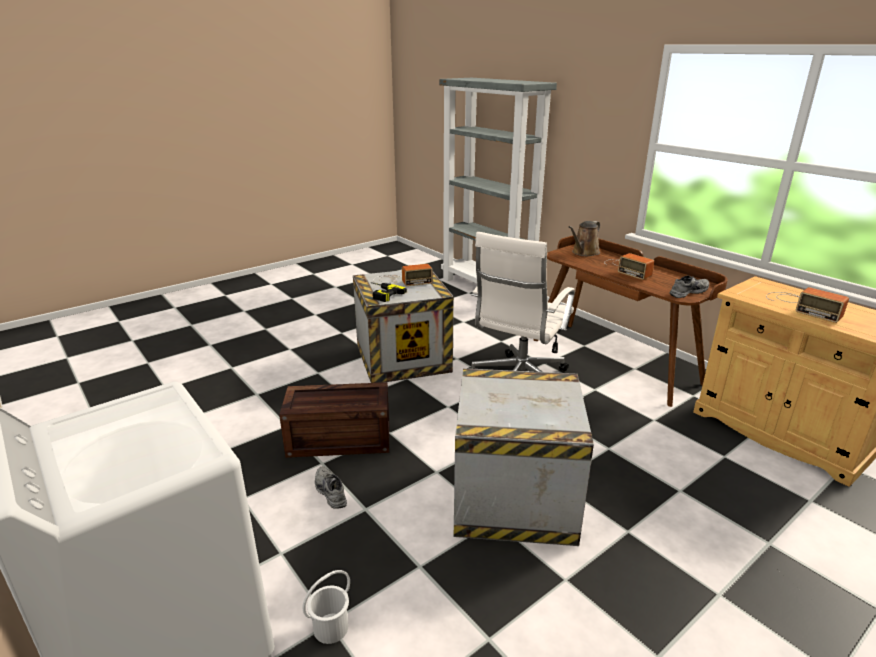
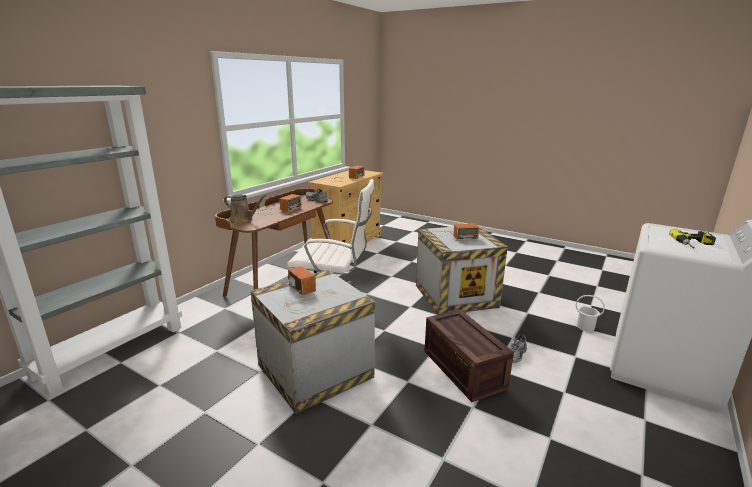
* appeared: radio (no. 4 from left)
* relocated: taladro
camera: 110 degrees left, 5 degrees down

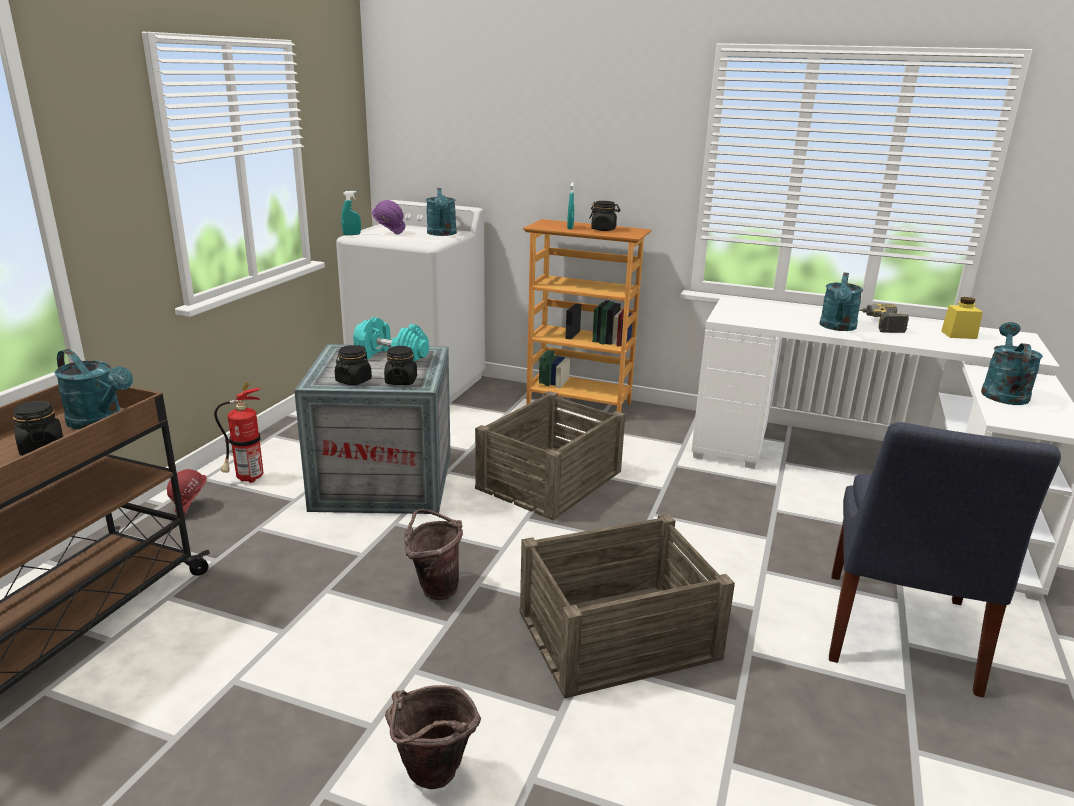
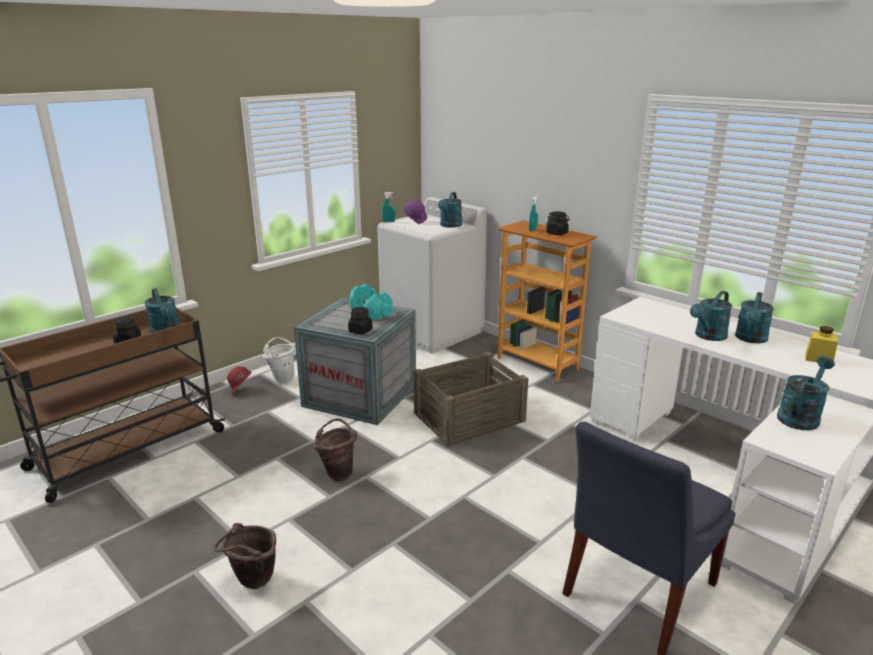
* missing: tarro [negro] (no. 2 from left)
* missing: caja de embalaje (no. 3 from left)
* exchanged: extintor to cubo [blanco]
* exchanged: taladro to regadera [turquesa] (no. 4 from left)
camera: 25 degrees right, 0 degrees up

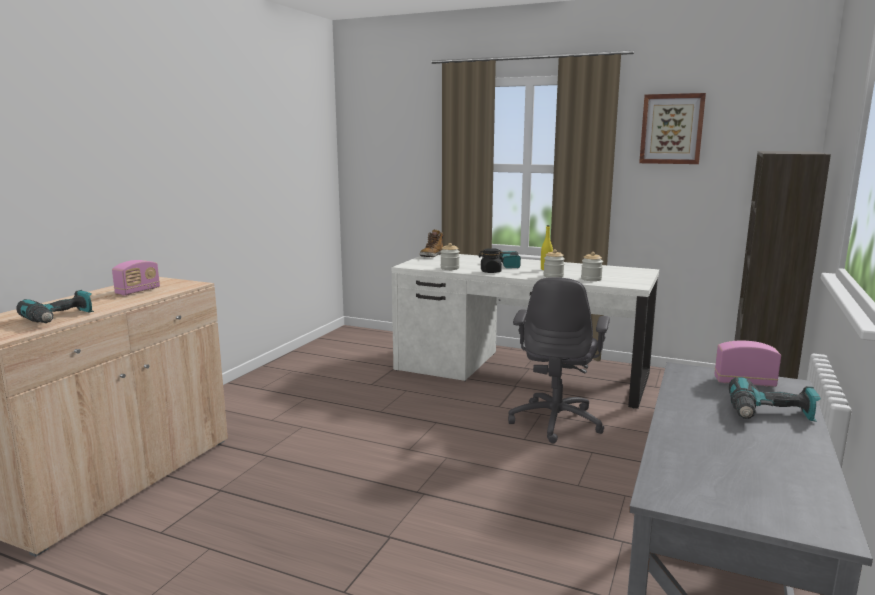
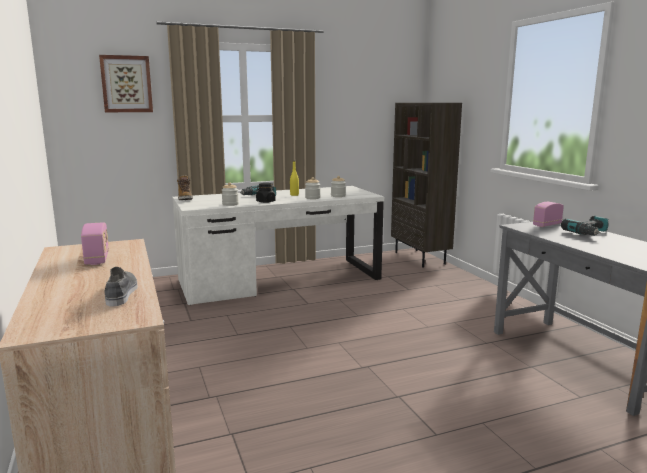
* missing: silla de oficina [gris]
* relocated: cuadro
* exchanged: taladro (no. 1 from left) to zapato [gris]
camera: 45 degrees left, 0 degrees up

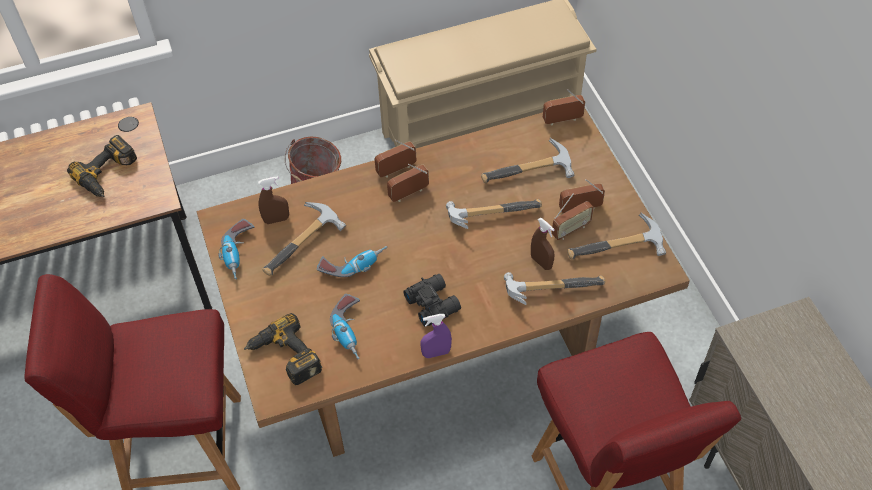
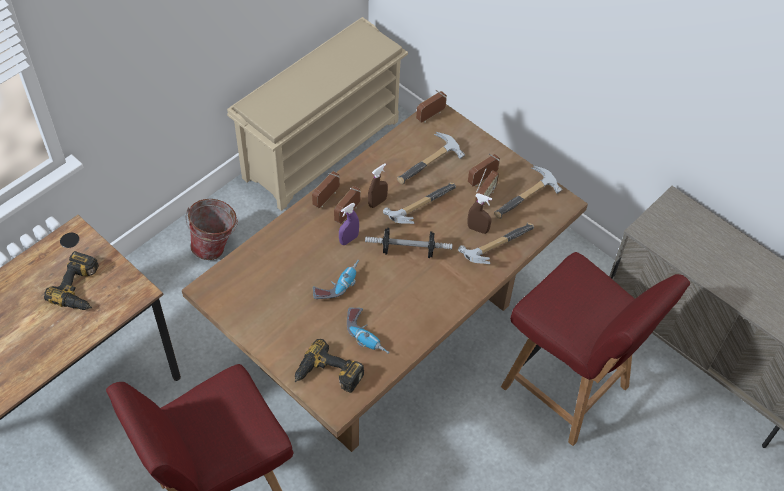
* missing: taladro (no. 2 from left)
* missing: martillo (no. 1 from left)
* missing: prismáticos [negro]
* appeared: mancuerna
* relocated: pulverizador [marrón] (no. 1 from left)
* relocated: pulverizador [morado]
camera: 30 degrees left, 0 degrees up

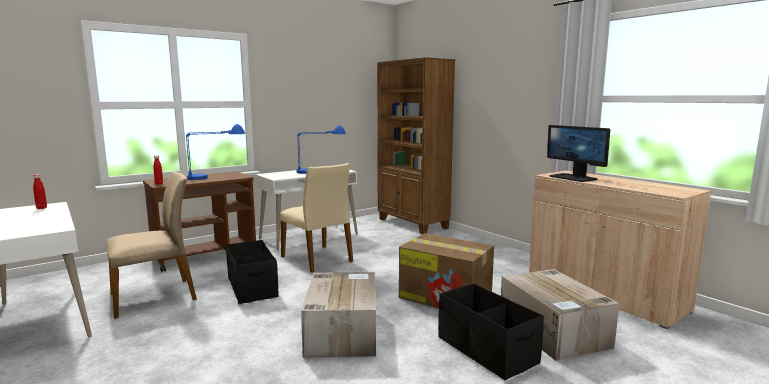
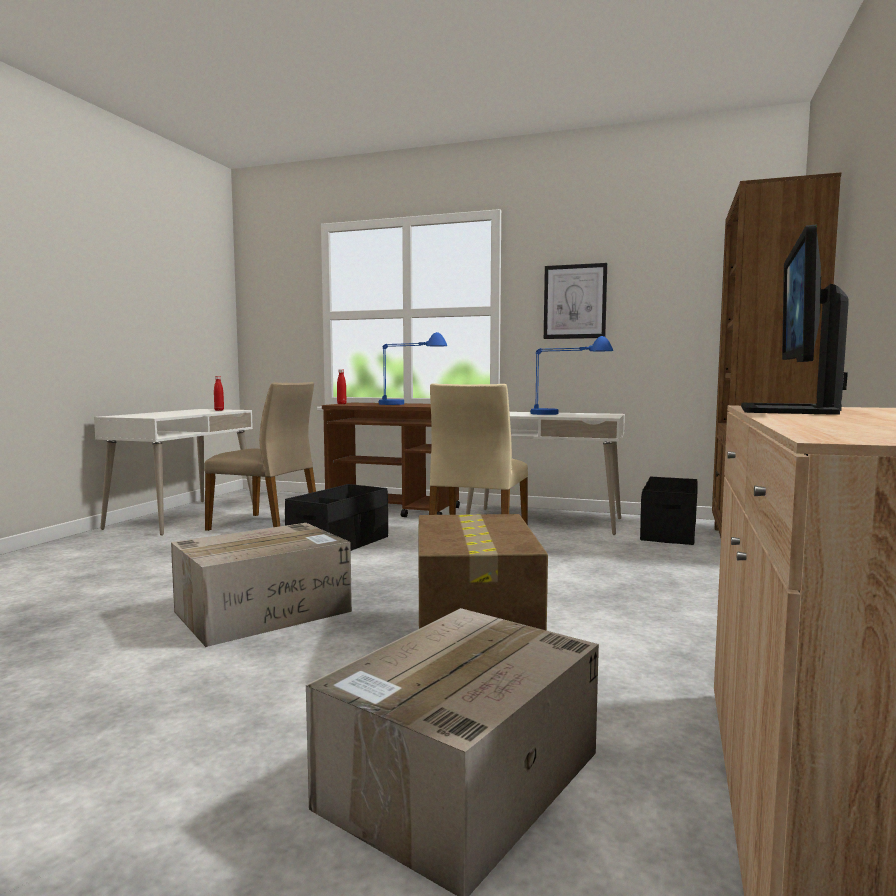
* appeared: cuadro
* relocated: caja de almacenaje [negro] (no. 2 from left)
camera: 55 degrees right, 5 degrees down

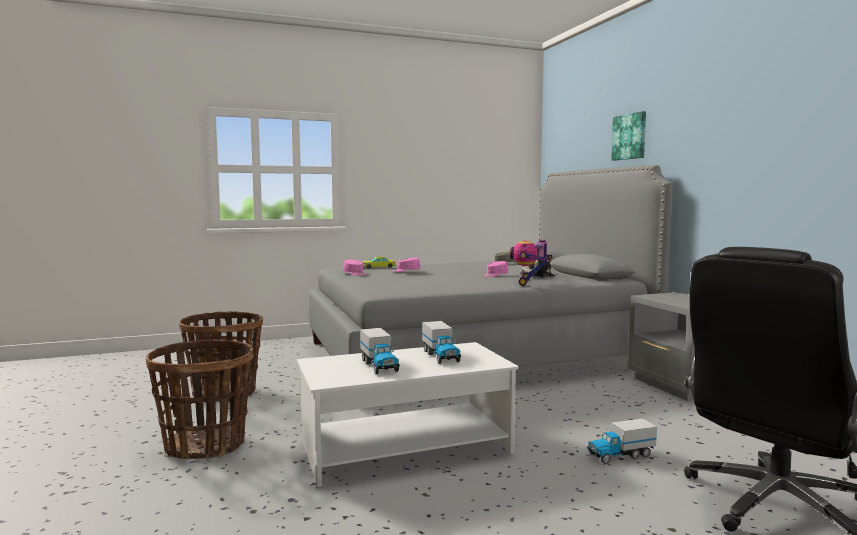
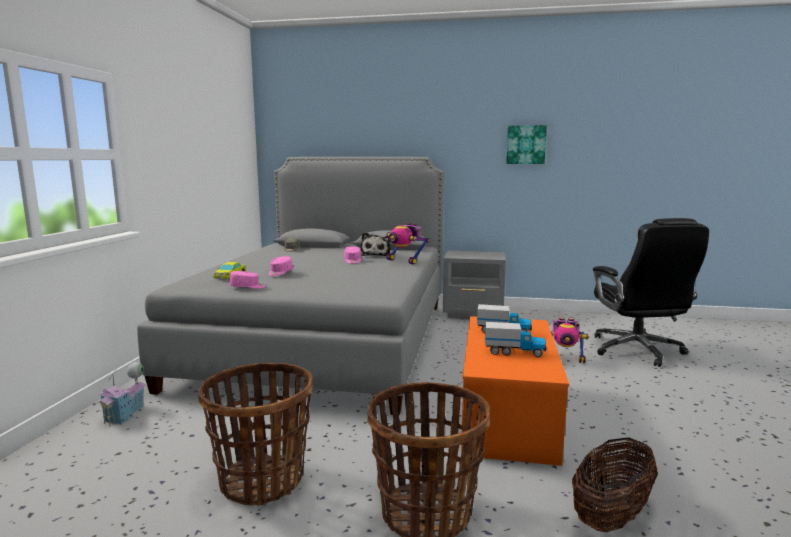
* appeared: casita
* appeared: cesta (no. 3 from left)
* relocated: cuadro
* exchanged: camión de juguete (no. 3 from left) to robot de juguete (no. 2 from left)
* colour: mesa de centro [blanco] to mesa de centro [naranja]
camera: 60 degrees left, 5 degrees up

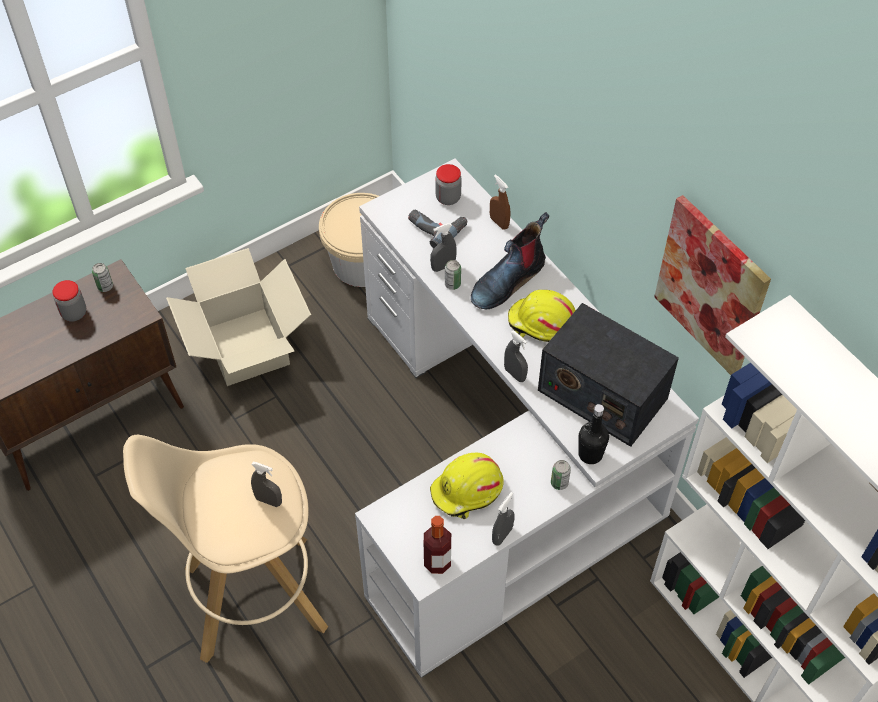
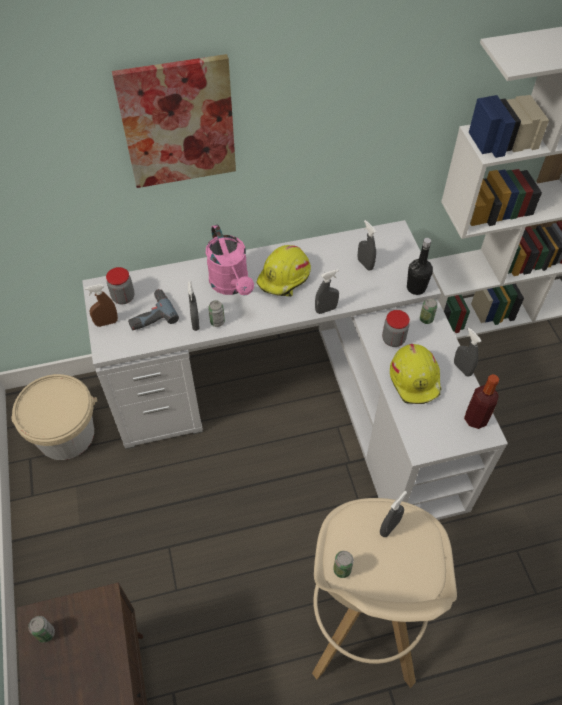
* missing: caja de cartón
* appeared: lata (no. 3 from left)
* relocated: tarro (no. 1 from left in the first image) to tarro (no. 2 from left)
* relocated: pulverizador [marrón]
* relocated: cuadro
* exchanged: bota to regadera [rosa]
* exchanged: radio to pulverizador [gris] (no. 3 from left)
camera: 70 degrees left, 0 degrees up

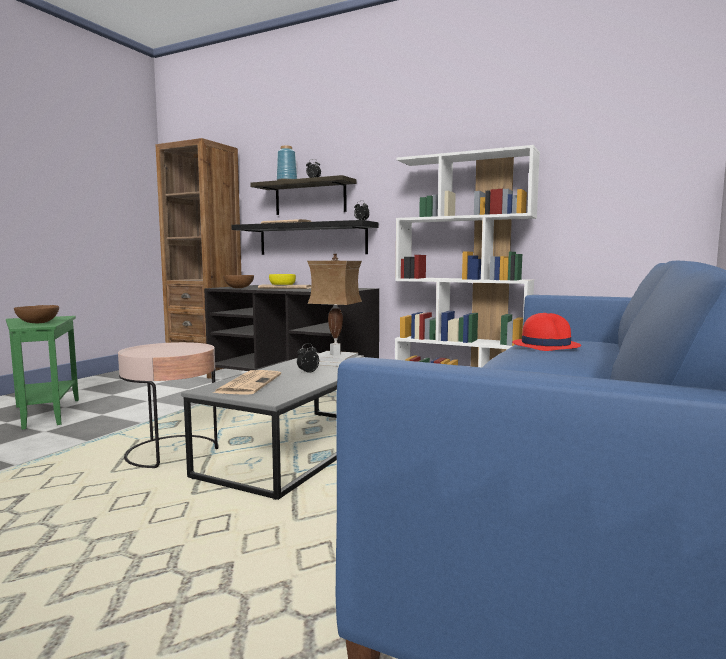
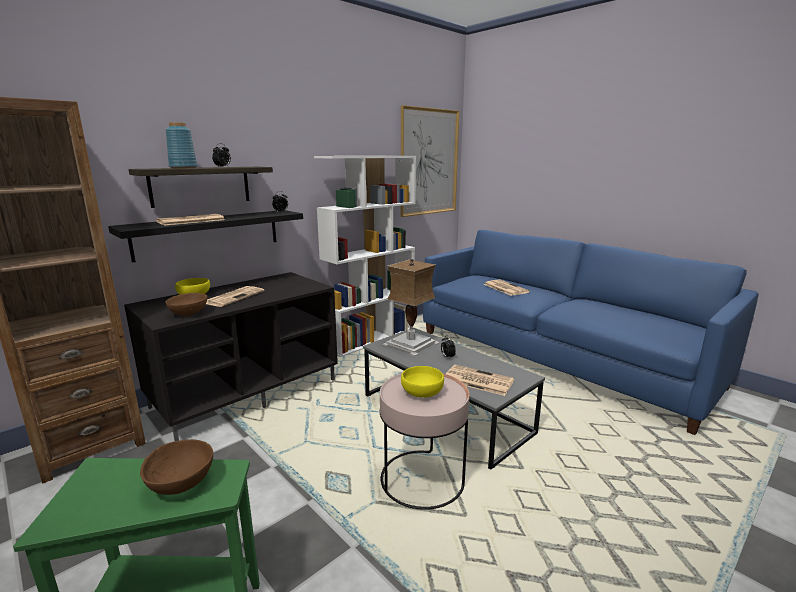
* appeared: cuadro
* appeared: cuenco [amarillo] (no. 2 from left)
* exchanged: sombrero [rojo] to periódico (no. 4 from left)
camera: 70 degrees left, 10 degrees up

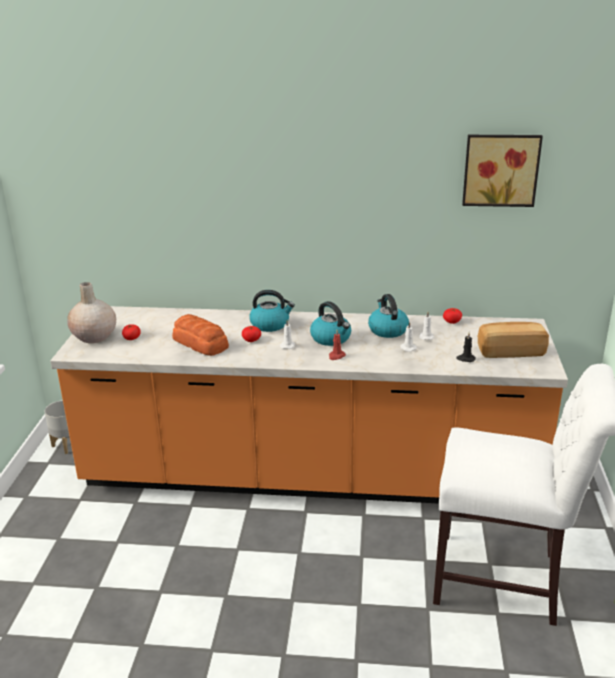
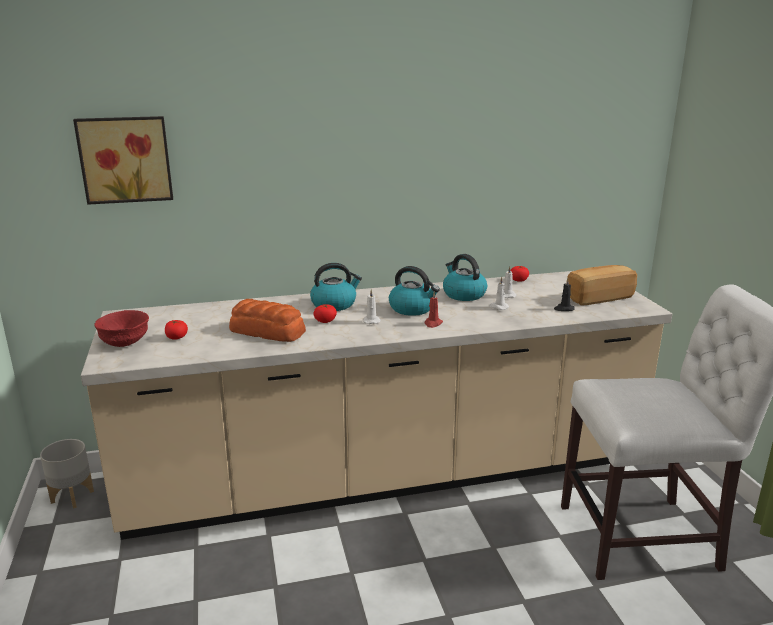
* relocated: cuadro
* exchanged: florero [beis] to cuenco [rojo]
* colour: mueble bajo de cocina [naranja] to mueble bajo de cocina [beis]
camera: 20 degrees left, 5 degrees down

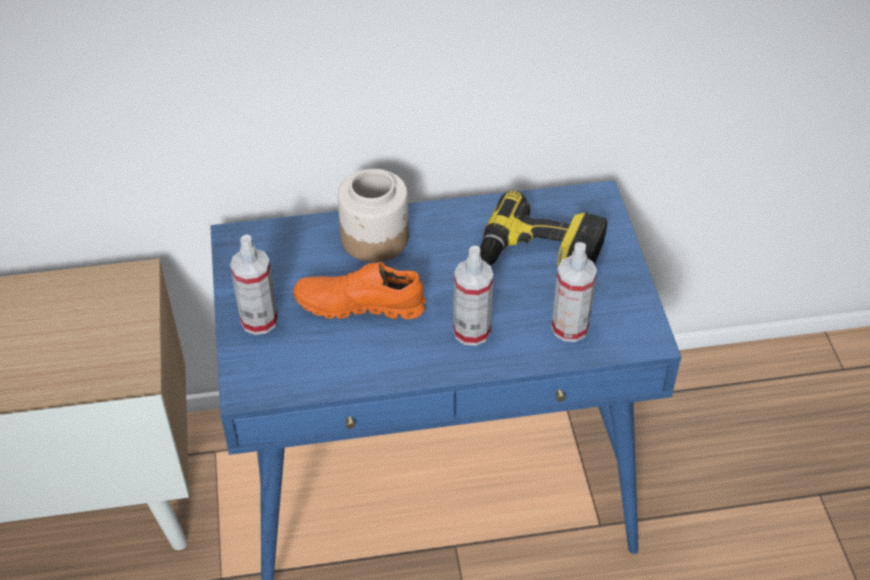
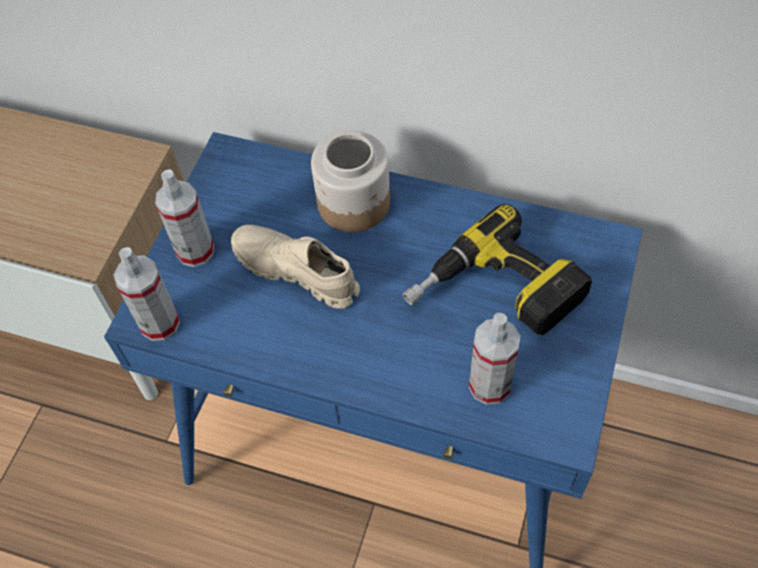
* relocated: pulverizador (no. 2 from left in the first image) to pulverizador (no. 1 from left)
* colour: zapato [naranja] to zapato [beis]
camera: 30 degrees right, 10 degrees up

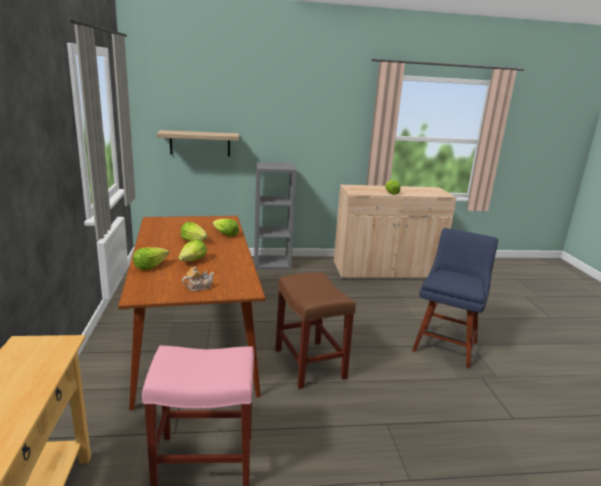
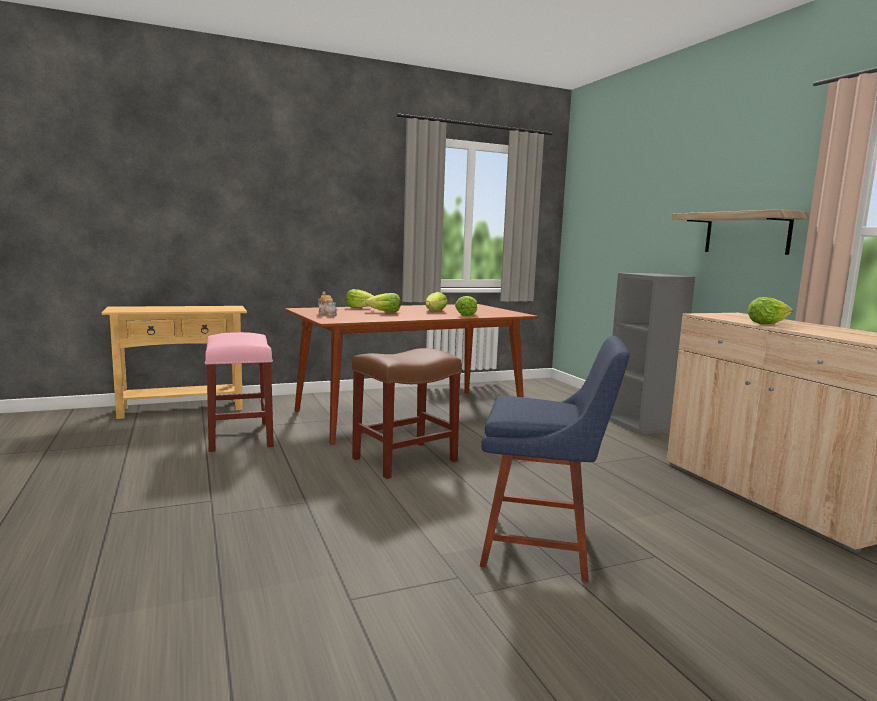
* relocated: estante
camera: 75 degrees right, 10 degrees down

